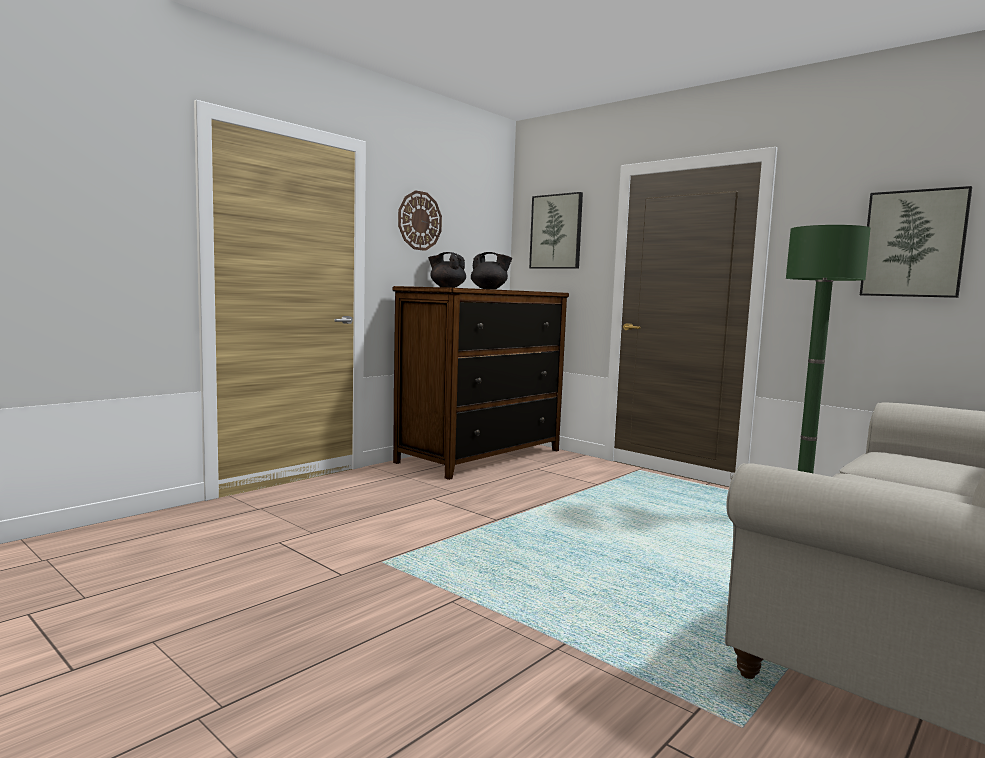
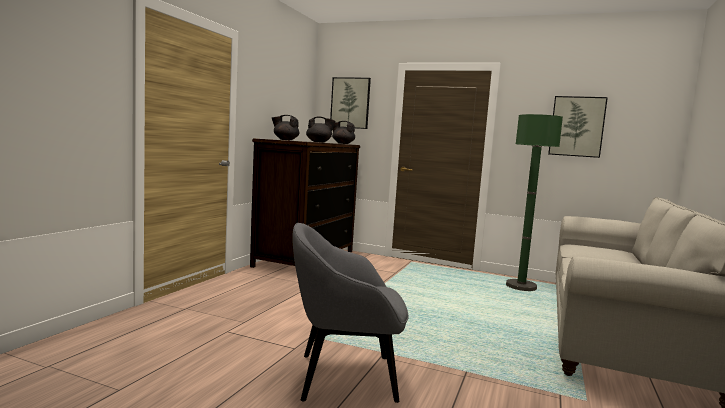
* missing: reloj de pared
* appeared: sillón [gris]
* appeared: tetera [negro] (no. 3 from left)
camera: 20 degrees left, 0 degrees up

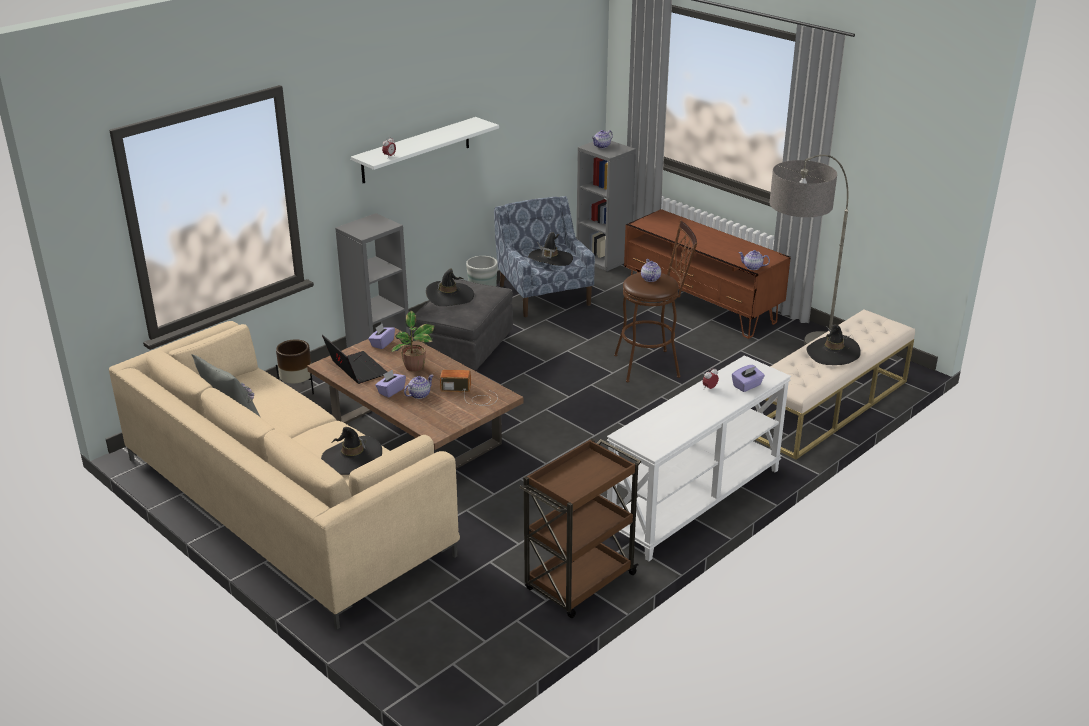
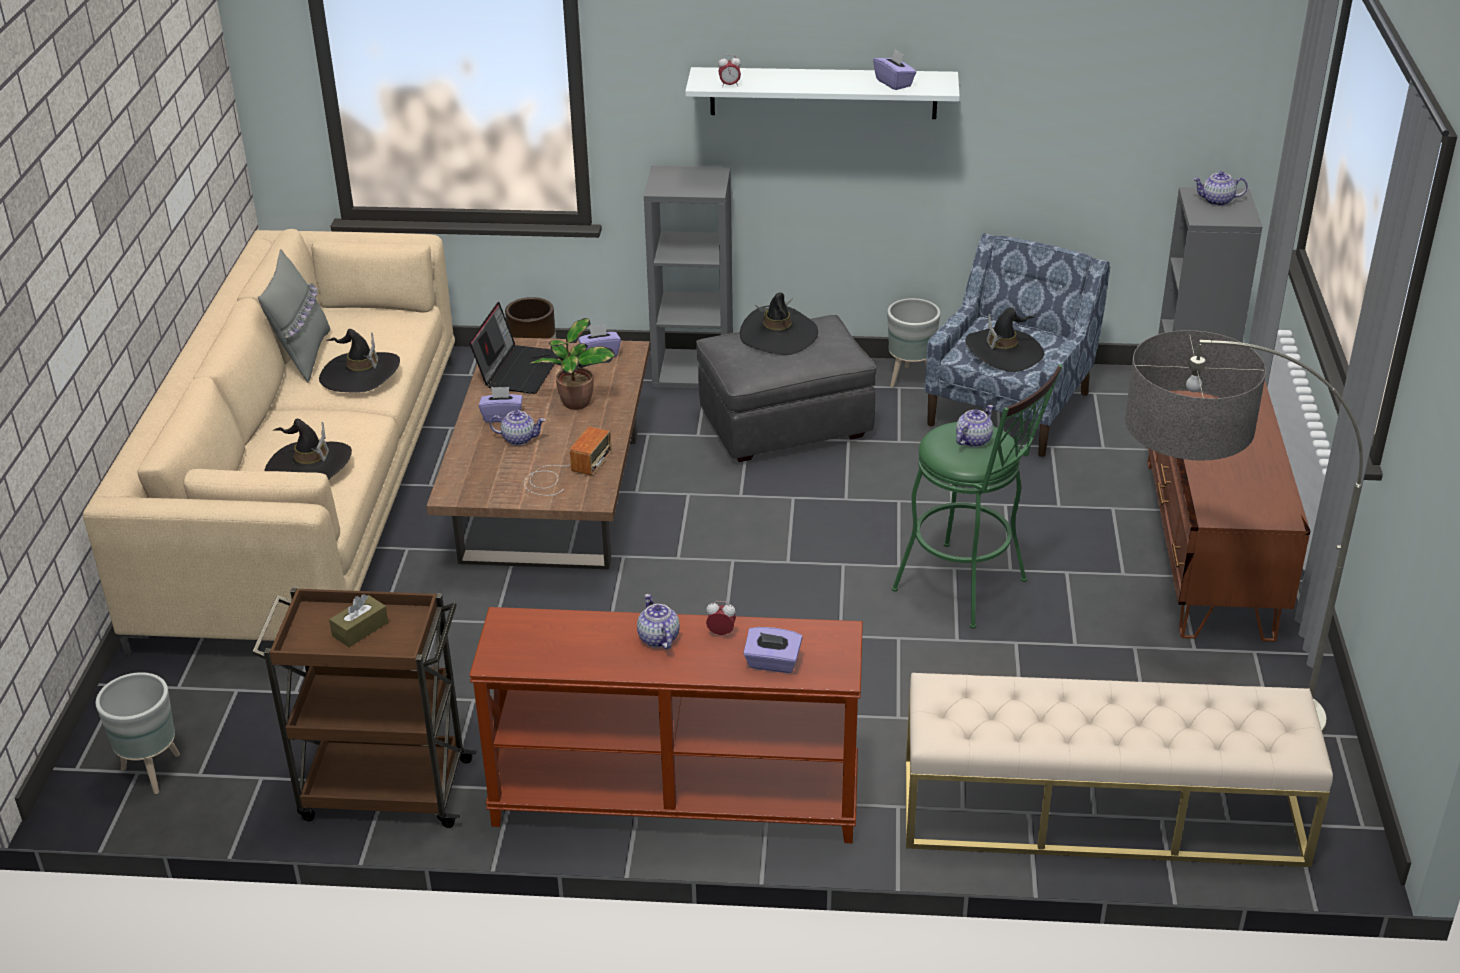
* appeared: maceta [gris] (no. 1 from left)
* appeared: caja de pañuelos [marrón]
* appeared: caja de pañuelos [morado] (no. 4 from left)
* relocated: tetera (no. 4 from left in the first image) to tetera (no. 2 from left)
* relocated: sombrero [negro] (no. 4 from left in the first image) to sombrero [negro] (no. 2 from left)
* colour: mesa consola [blanco] to mesa consola [marrón]
* colour: taburete [marrón] to taburete [verde]
* spun: radio 60 degrees clockwise
camera: 50 degrees right, 5 degrees up

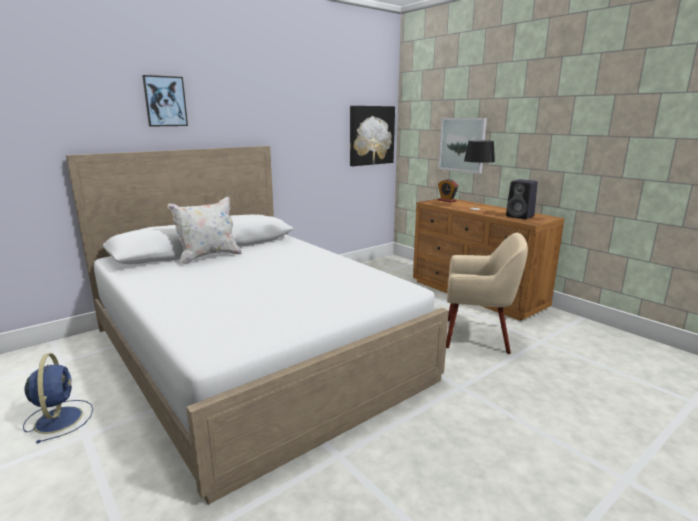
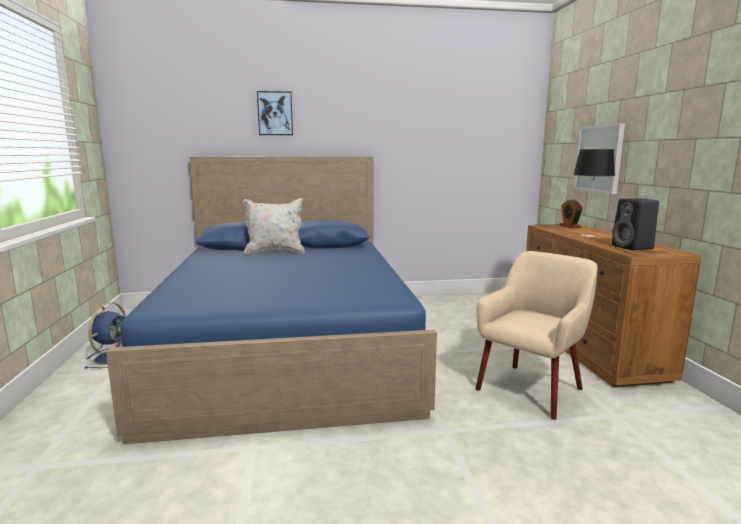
* missing: cuadro (no. 2 from left)
* colour: cama [blanco] to cama [azul]
* spun: sillón [beis] 90 degrees counterclockwise
camera: 30 degrees right, 5 degrees down

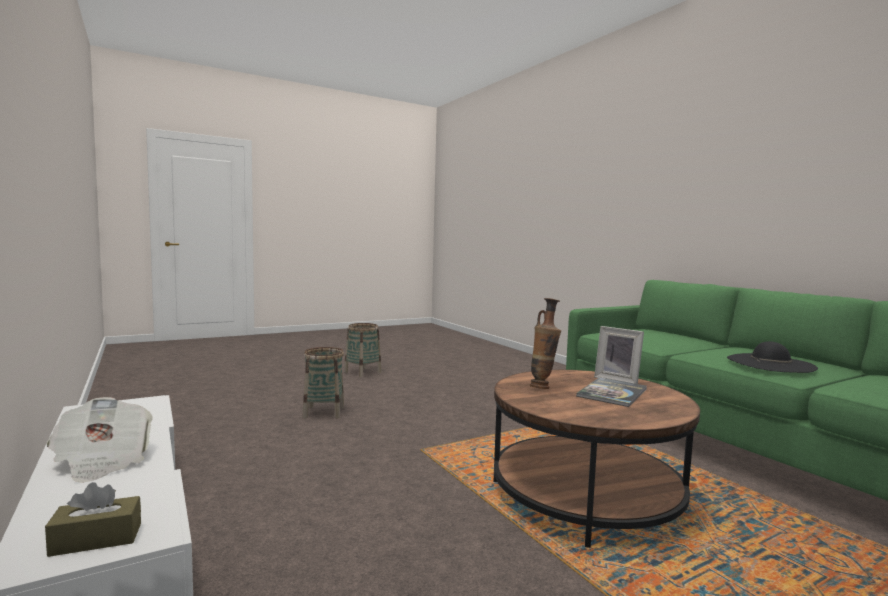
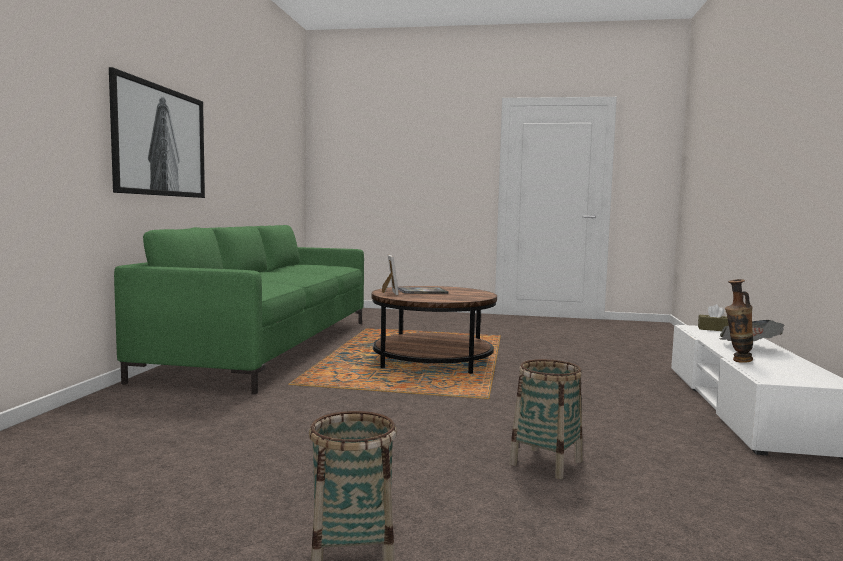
* missing: sombrero [negro]
* appeared: cuadro
* relocated: florero
camera: 140 degrees left, 0 degrees up

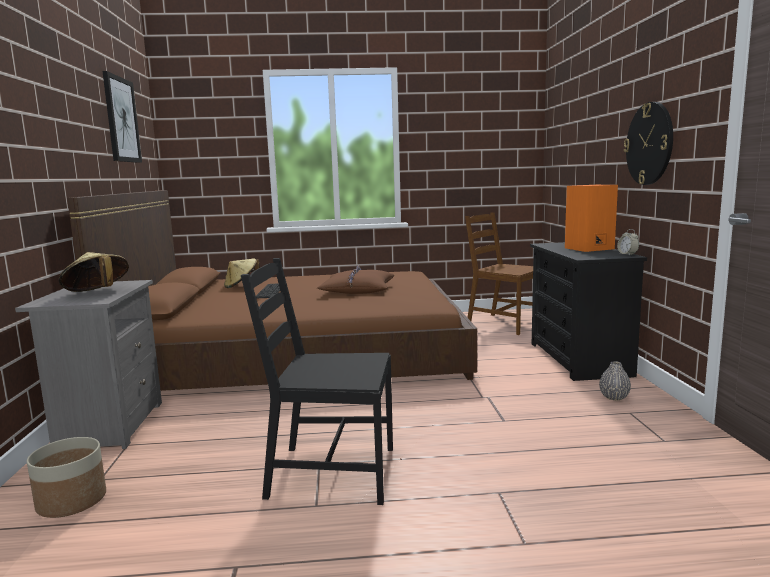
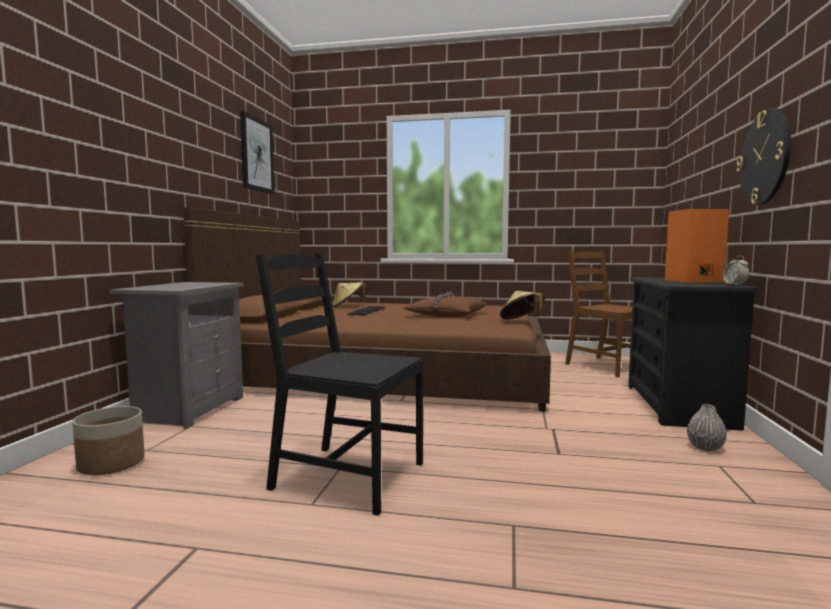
* relocated: sombrero [beis] (no. 1 from left in the first image) to sombrero [beis] (no. 2 from left)
camera: 15 degrees right, 5 degrees down

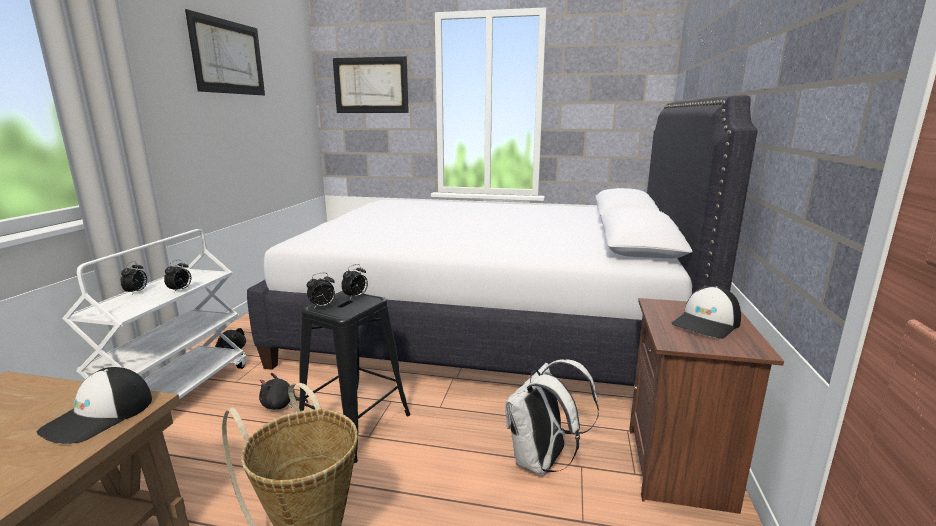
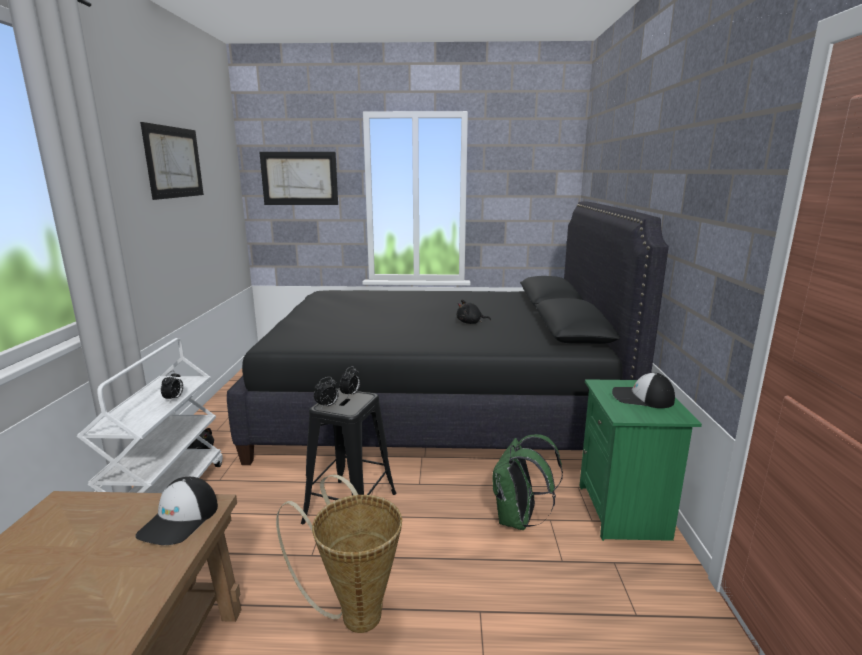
* missing: despertador (no. 1 from left)
* relocated: peluche [negro] (no. 2 from left)
* colour: cama [blanco] to cama [negro]
* colour: mochila [blanco] to mochila [verde]
* colour: mesita de noche [marrón] to mesita de noche [verde]
* spun: gorra (no. 2 from left) 75 degrees clockwise
camera: 10 degrees left, 0 degrees up

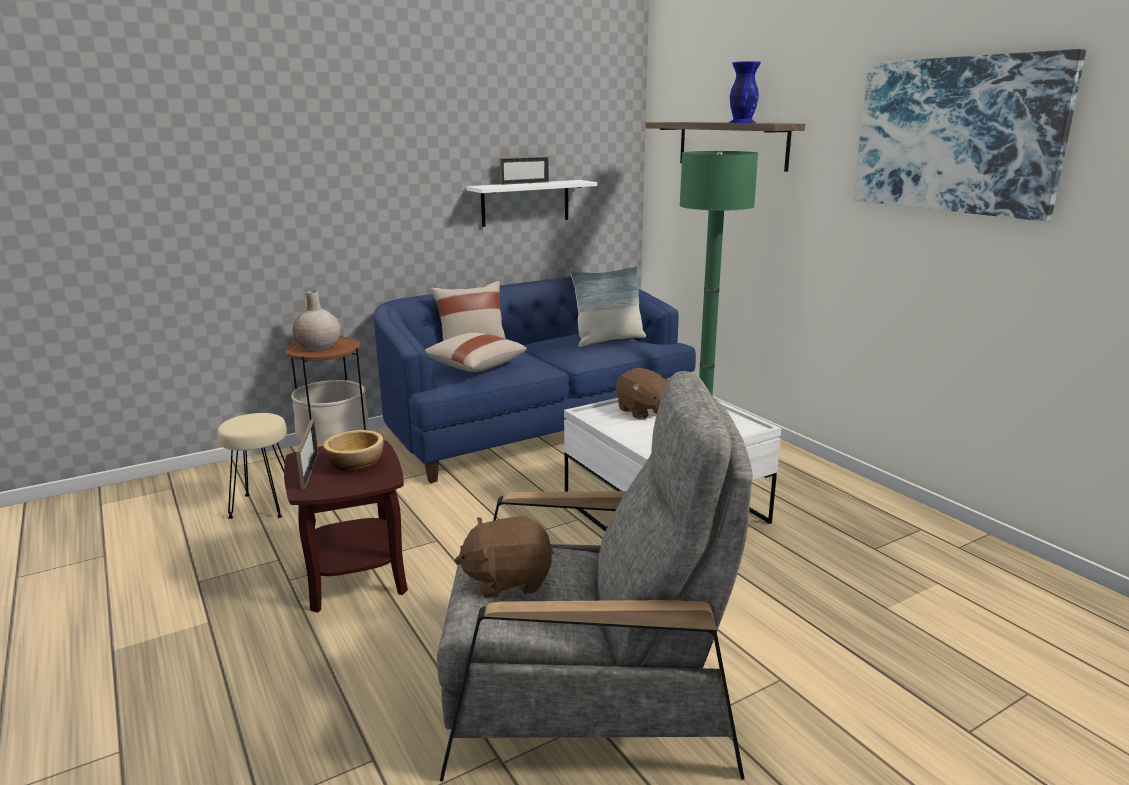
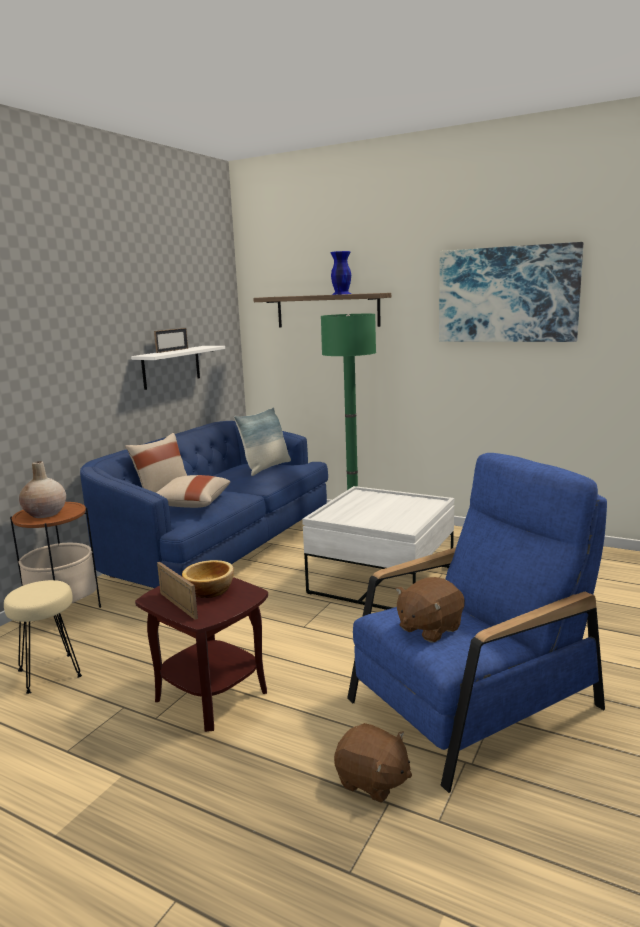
* relocated: peluche [marrón] (no. 2 from left in the first image) to peluche [marrón] (no. 1 from left)
* colour: sillón [gris] to sillón [azul]
camera: 30 degrees left, 5 degrees down

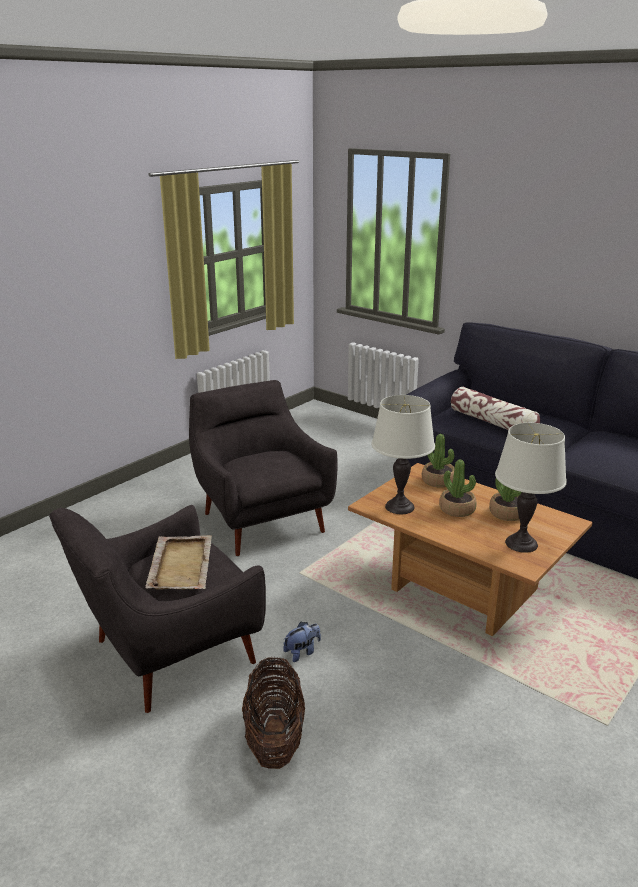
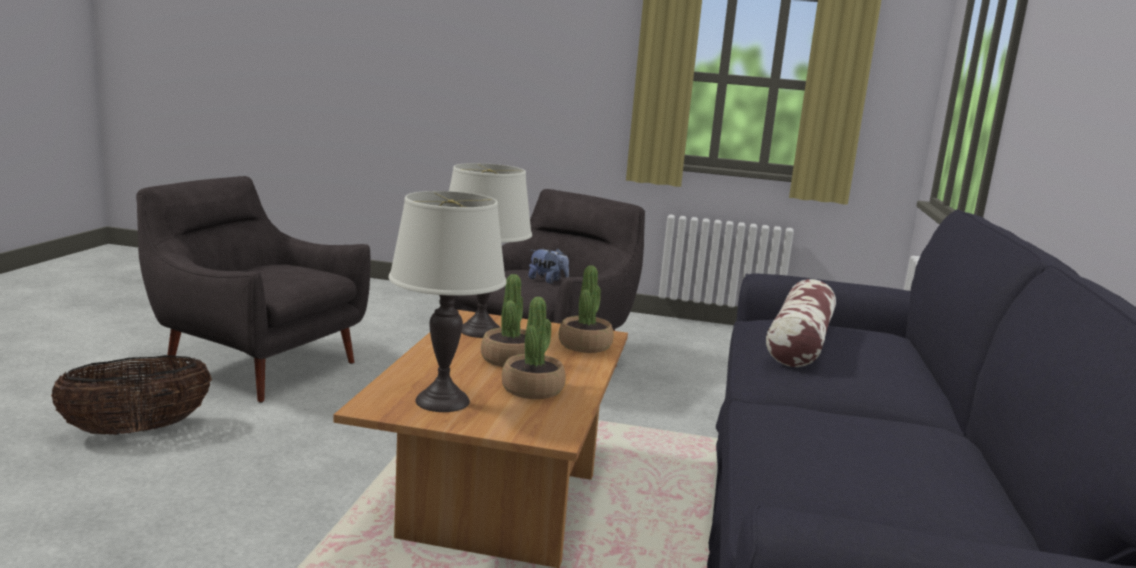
* missing: bandeja [beis]
* relocated: peluche
camera: 60 degrees right, 10 degrees down

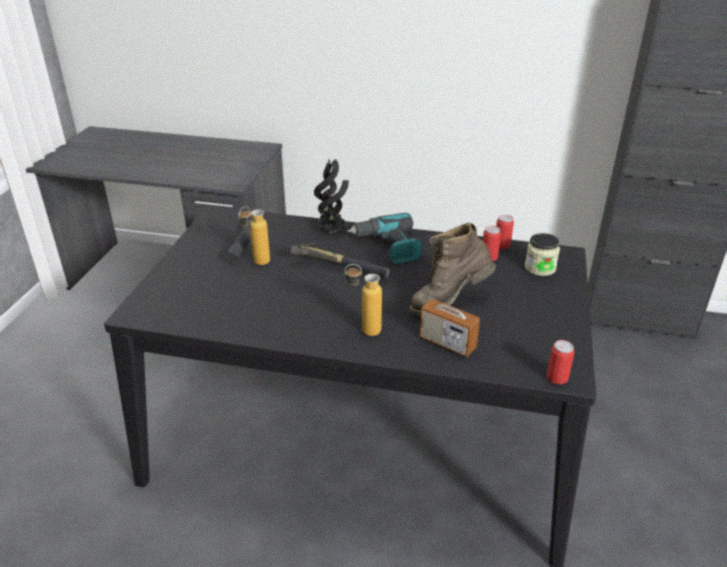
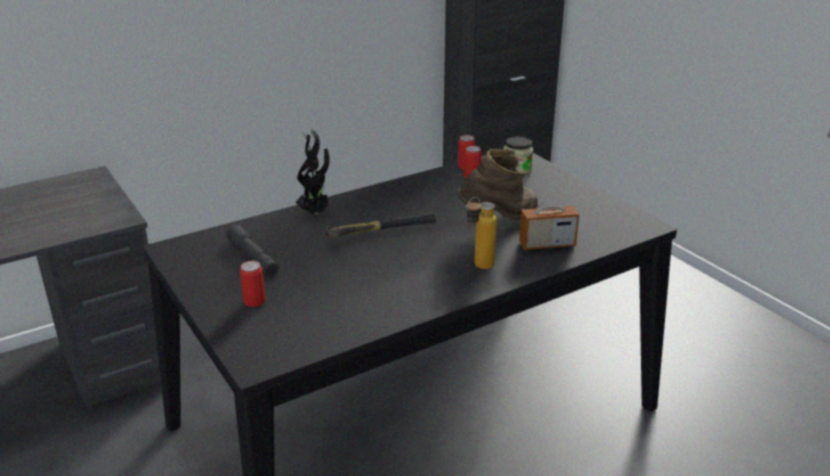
* missing: botella (no. 1 from left)
* missing: taladro
* relocated: lata (no. 3 from left in the first image) to lata (no. 1 from left)
* spun: bota [marrón] 135 degrees counterclockwise
camera: 45 degrees left, 5 degrees down

